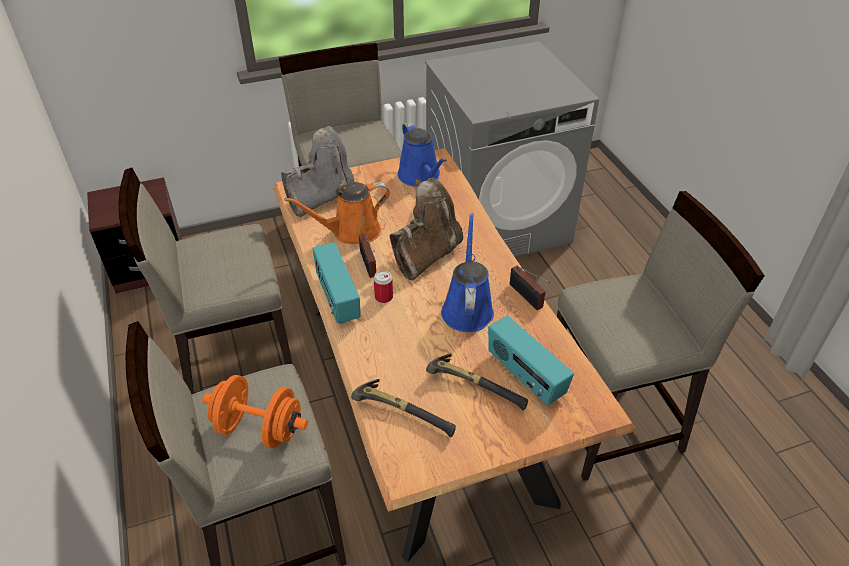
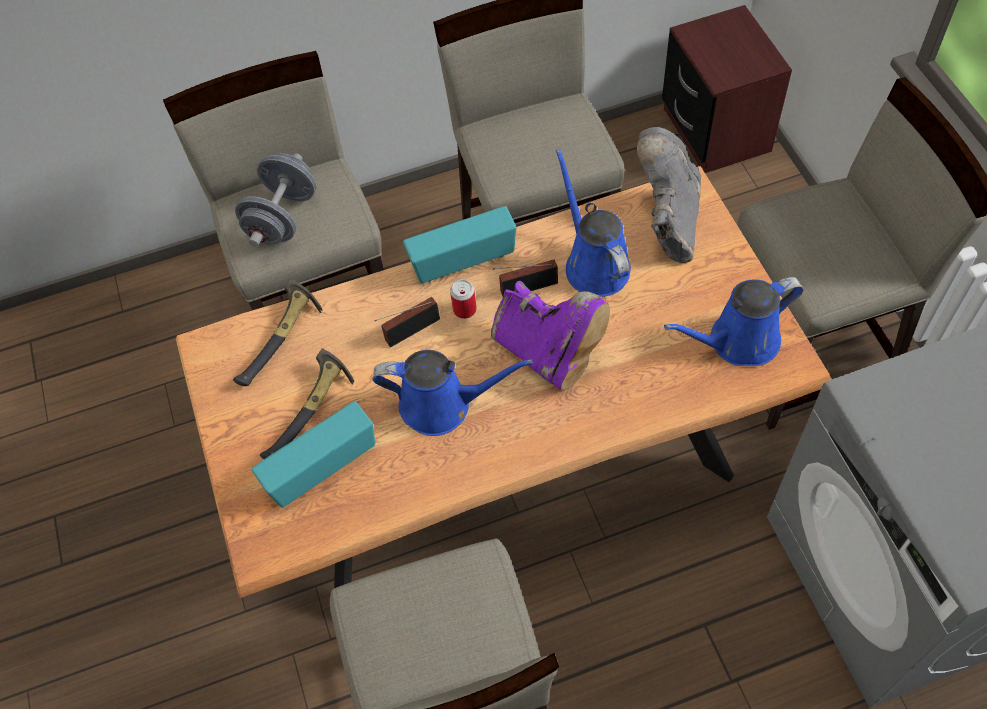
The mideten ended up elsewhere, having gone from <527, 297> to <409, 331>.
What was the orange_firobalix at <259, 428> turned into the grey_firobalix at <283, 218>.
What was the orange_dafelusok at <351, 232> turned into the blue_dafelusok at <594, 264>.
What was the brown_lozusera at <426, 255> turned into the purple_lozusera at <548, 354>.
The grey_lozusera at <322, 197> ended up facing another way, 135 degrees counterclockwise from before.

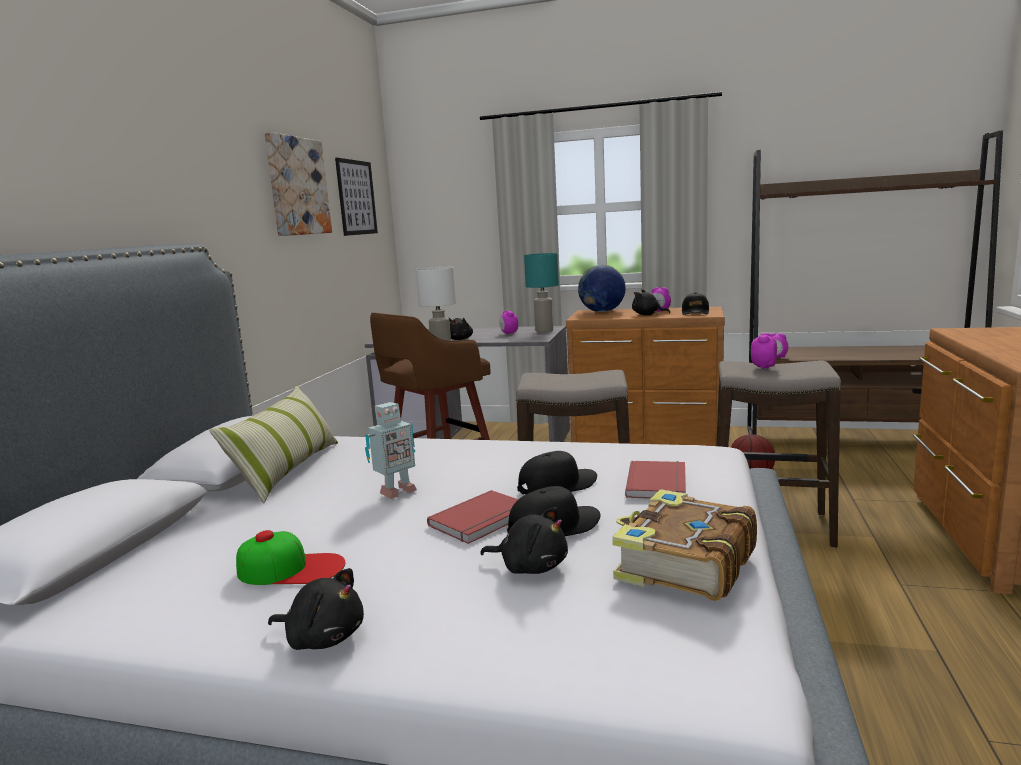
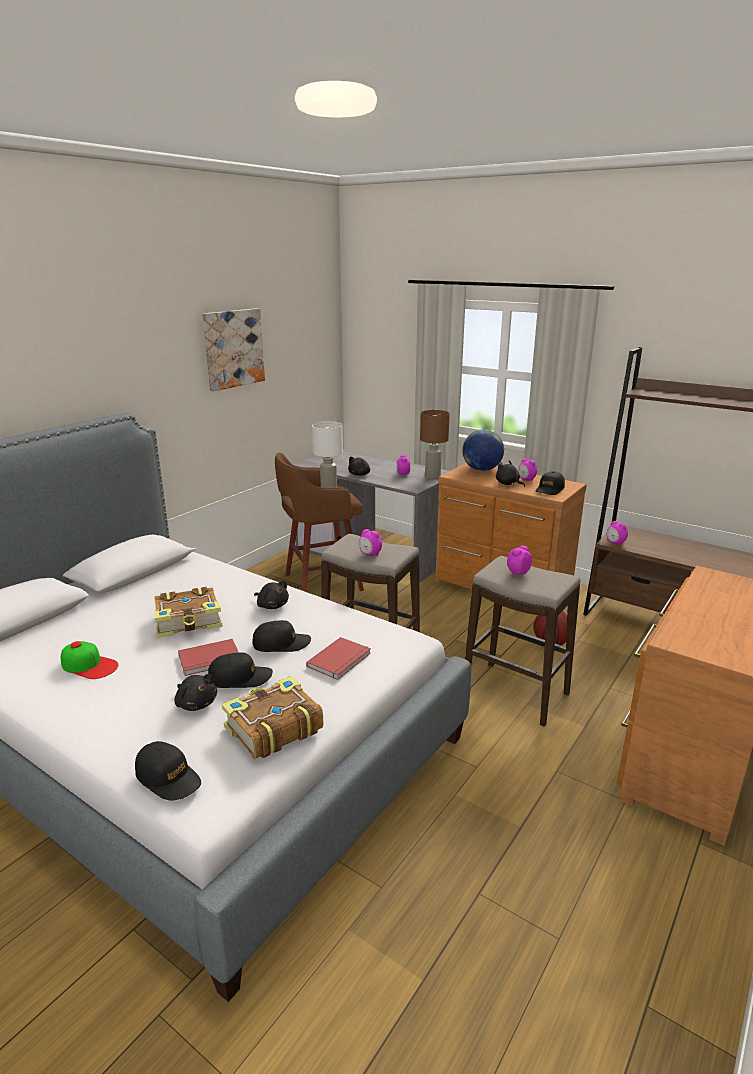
The second view lost the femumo at <288, 470>.
The second view lost the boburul at <356, 197>.
The second view gained the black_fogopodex at <168, 778>.
The second view gained the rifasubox at <370, 554>.
The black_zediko ended up elsewhere, having gone from <323, 638> to <272, 605>.
Where the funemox stood at <395, 492>, the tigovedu came to stand at <189, 621>.
What was the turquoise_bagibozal at <544, 330> turned into the brown_bagibozal at <433, 476>.

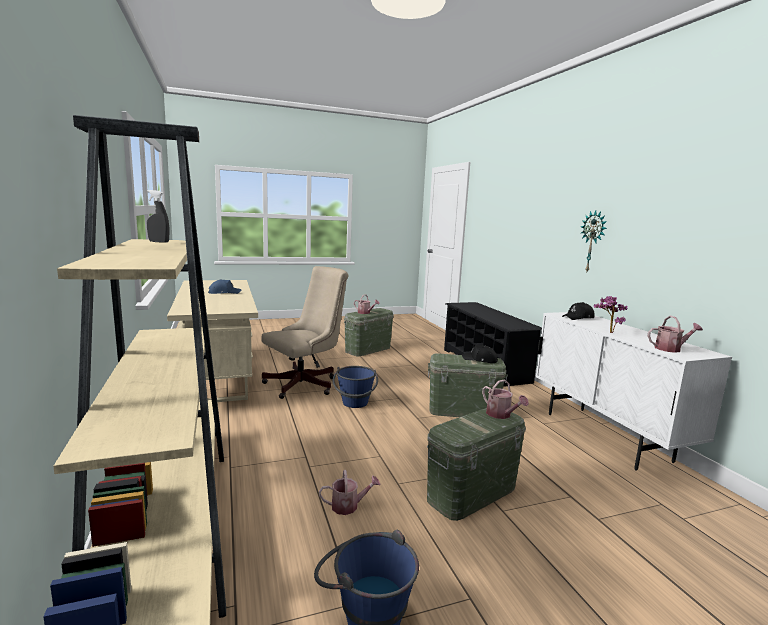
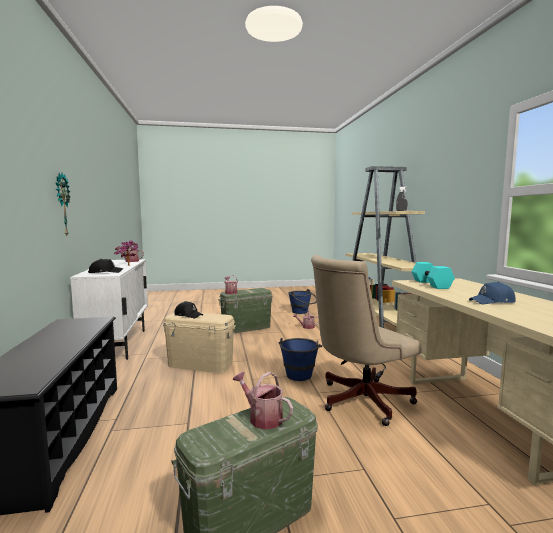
The second view gained the turquoise_firobalix at <430, 284>.
What was the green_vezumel at <463, 411> turned into the beige_vezumel at <200, 364>.

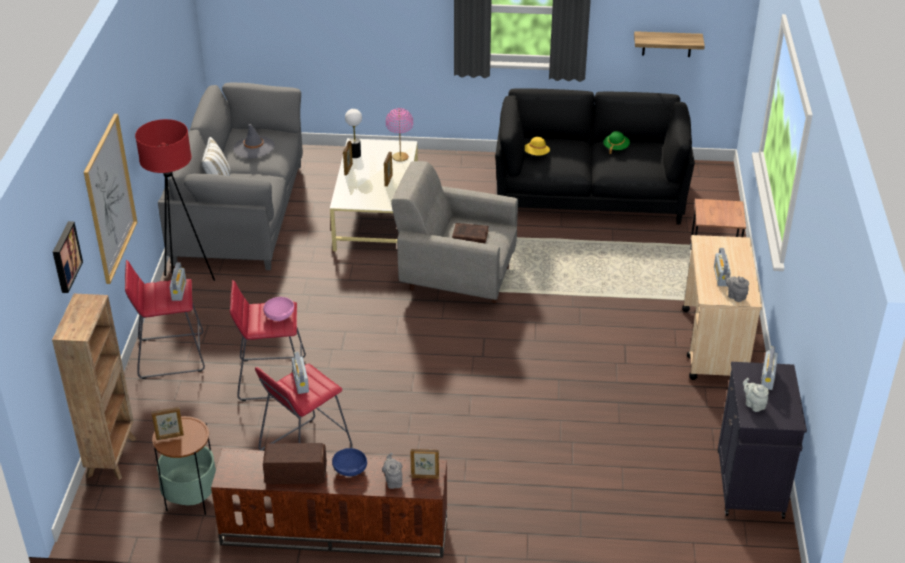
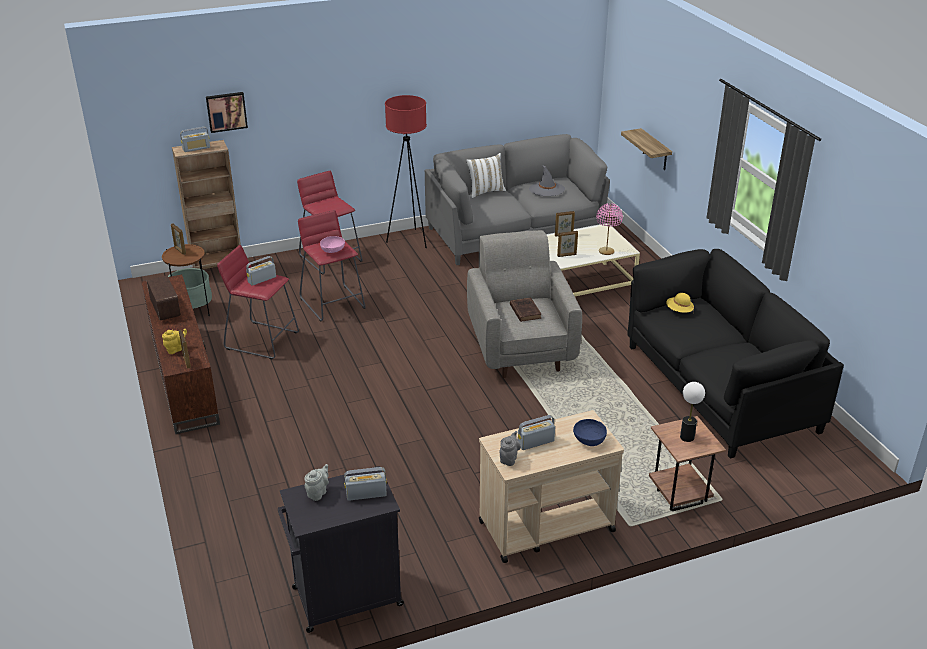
The second view lost the boburul at <110, 198>.
The second view lost the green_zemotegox at <616, 147>.
The mideten ended up elsewhere, having gone from <179, 291> to <196, 148>.
The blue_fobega ended up elsewhere, having gone from <349, 470> to <589, 440>.
The bagibozal ended up elsewhere, having gone from <355, 155> to <687, 437>.
The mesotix ended up elsewhere, having gone from <667, 44> to <655, 150>.
What was the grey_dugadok at <393, 481> turned into the yellow_dugadok at <176, 349>.

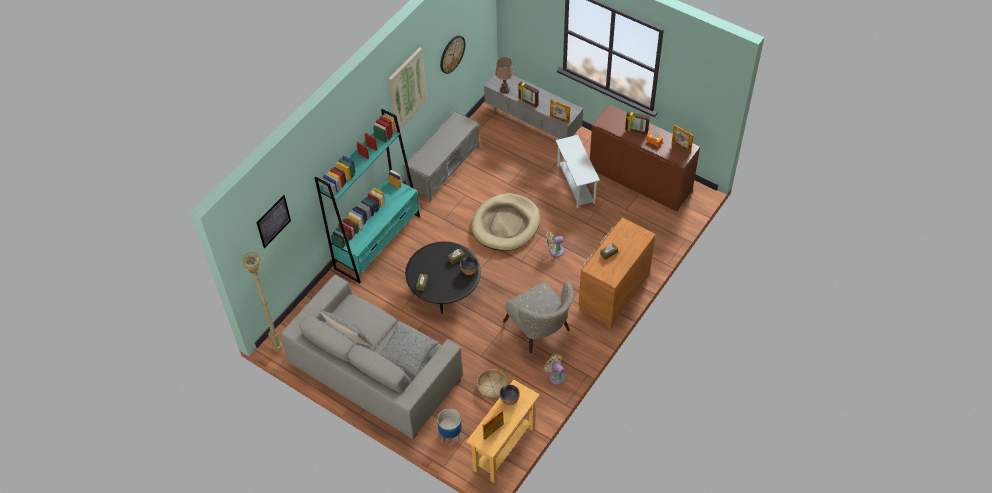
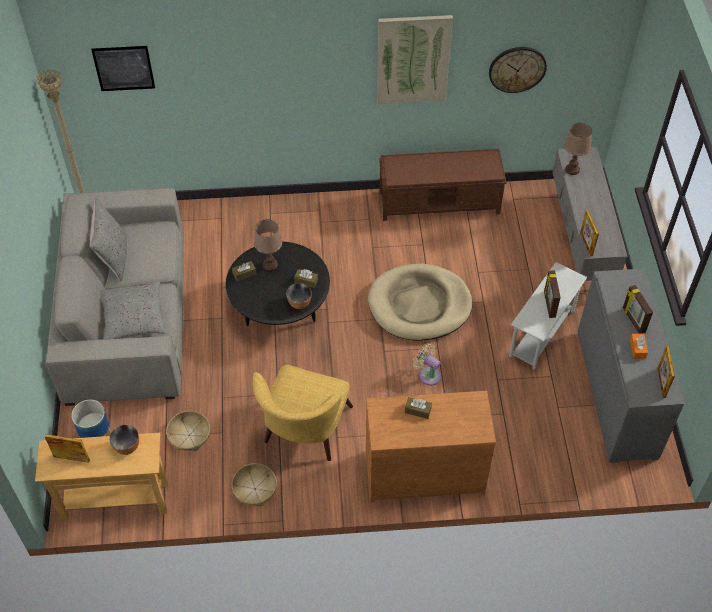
The second view lost the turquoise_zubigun at <378, 242>.
The second view gained the brown_bagibozal at <270, 265>.
The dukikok ended up elsewhere, having gone from <528, 102> to <549, 304>.
Where the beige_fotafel stood at <556, 376>, the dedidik came to stand at <254, 489>.
What was the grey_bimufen at <443, 167> turned into the brown_bimufen at <440, 202>.
What was the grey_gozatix at <540, 331> turned into the yellow_gozatix at <304, 432>.
What was the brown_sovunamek at <640, 180> turned into the grey_sovunamek at <616, 393>.

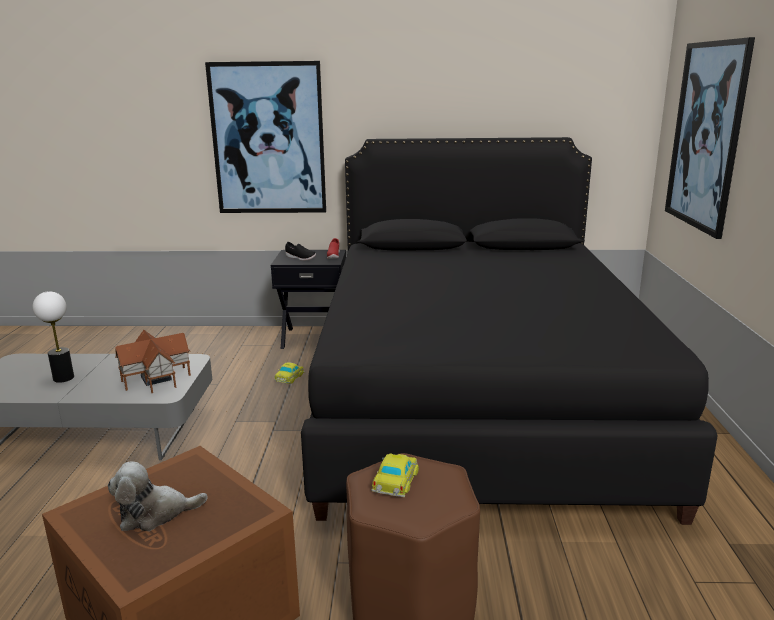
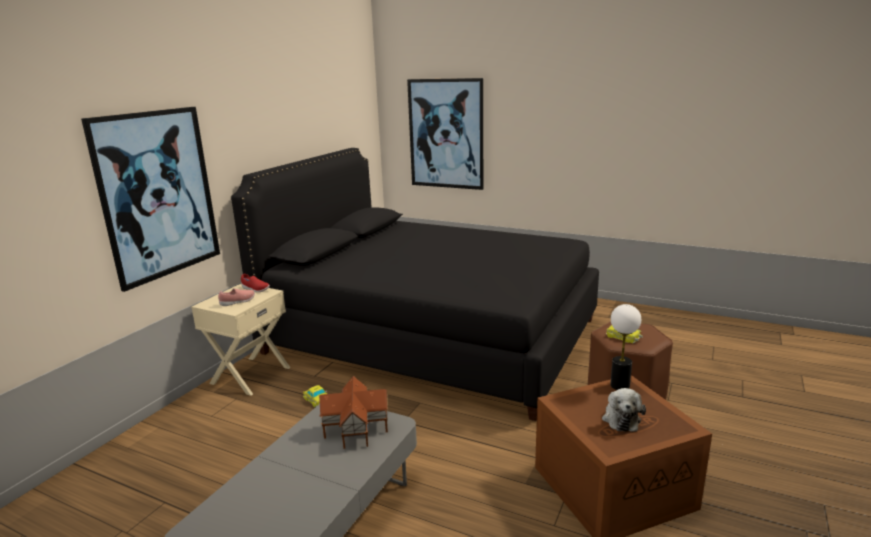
The bagibozal ended up elsewhere, having gone from <64, 378> to <619, 385>.
What was the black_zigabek at <314, 338> turned into the beige_zigabek at <249, 375>.
What was the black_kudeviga at <300, 258> turned into the pink_kudeviga at <238, 302>.

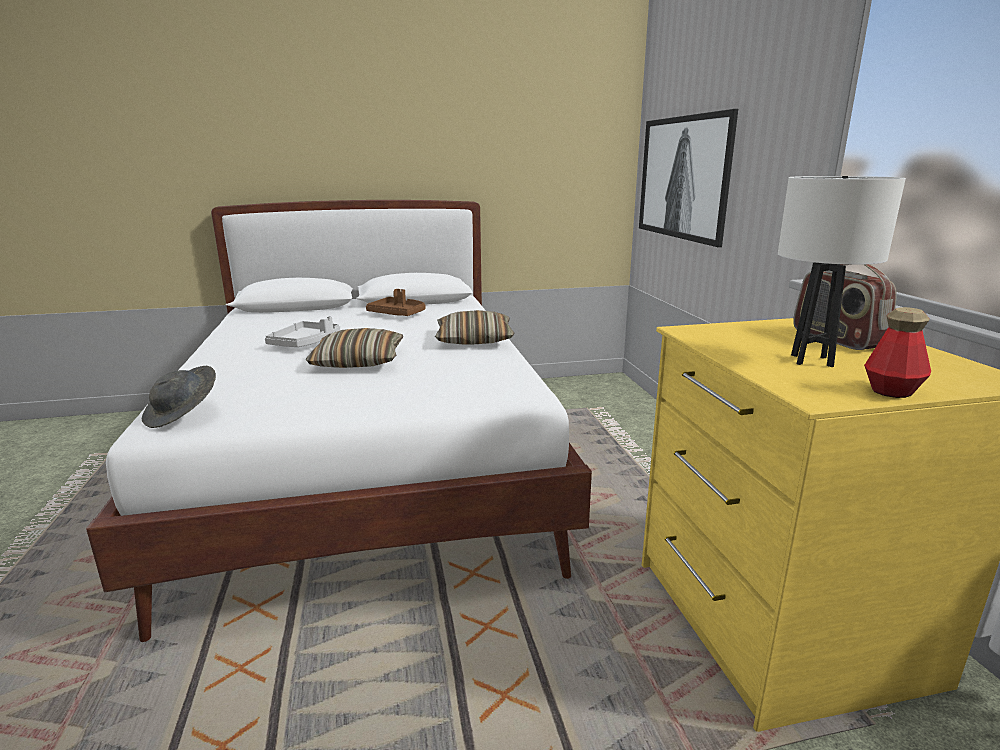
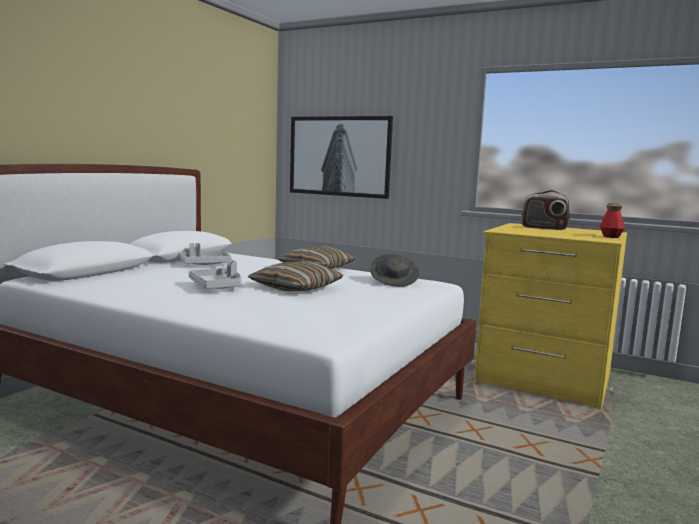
The second view lost the white_bagibozal at <811, 360>.
The grey_zemotegox ended up elsewhere, having gone from <183, 414> to <394, 282>.
What was the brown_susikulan at <398, 314> turned into the grey_susikulan at <205, 264>.

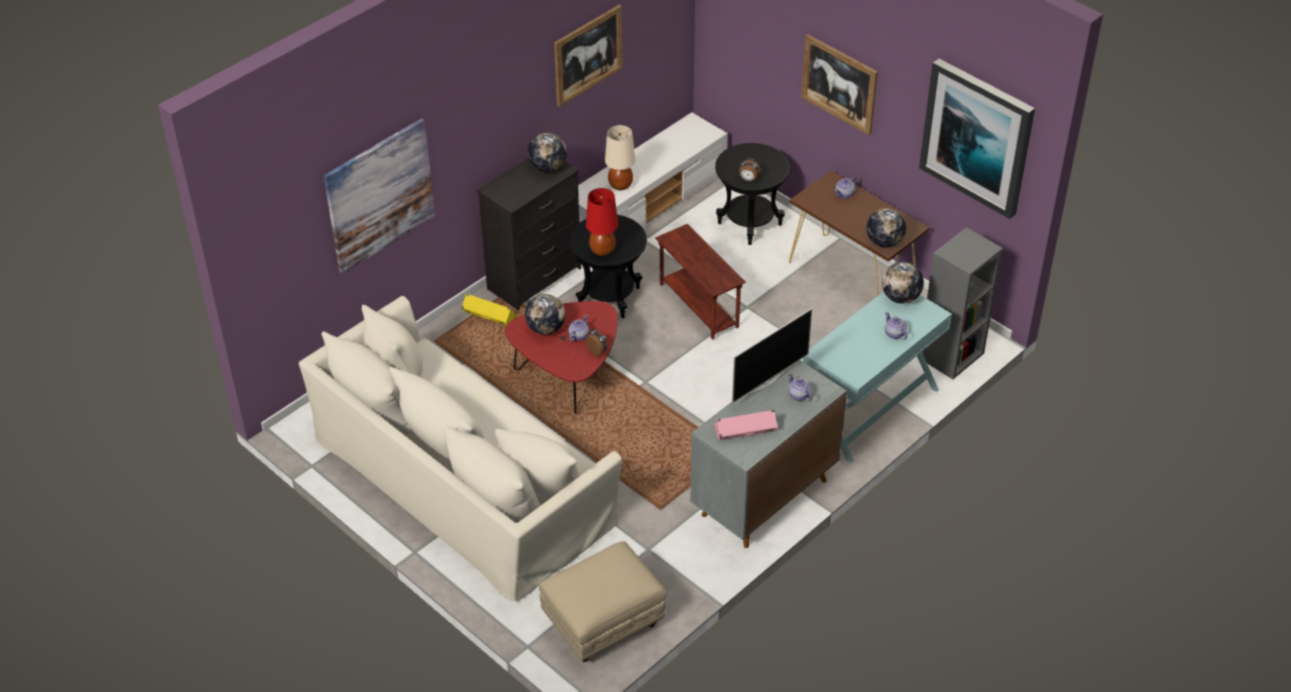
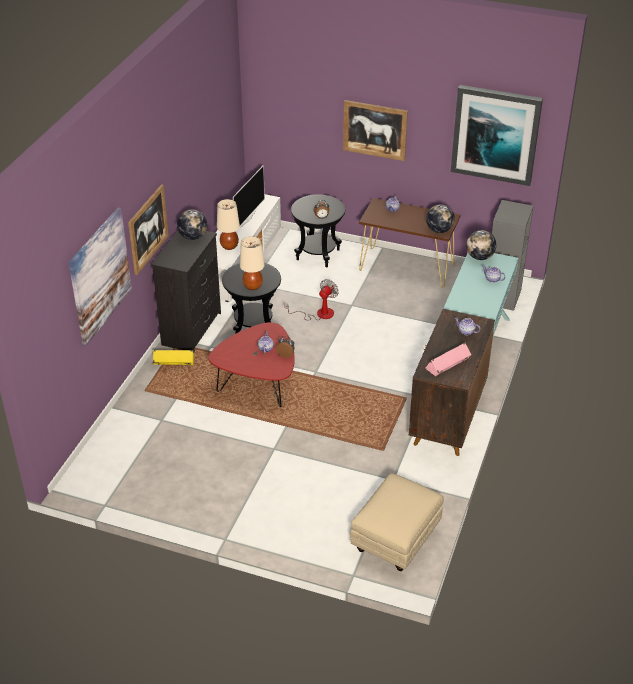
The second view lost the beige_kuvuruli at <463, 477>.
The second view lost the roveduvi at <545, 328>.
The boburul ended up elsewhere, having gone from <588, 55> to <148, 229>.
The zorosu ended up elsewhere, having gone from <767, 382> to <247, 218>.
Where the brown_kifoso stood at <698, 306>, the fotafel came to stand at <318, 314>.
What was the red_bagibozal at <602, 250> turned into the beige_bagibozal at <253, 286>.
What was the grey_sovunamek at <763, 498> turned into the brown_sovunamek at <447, 420>.

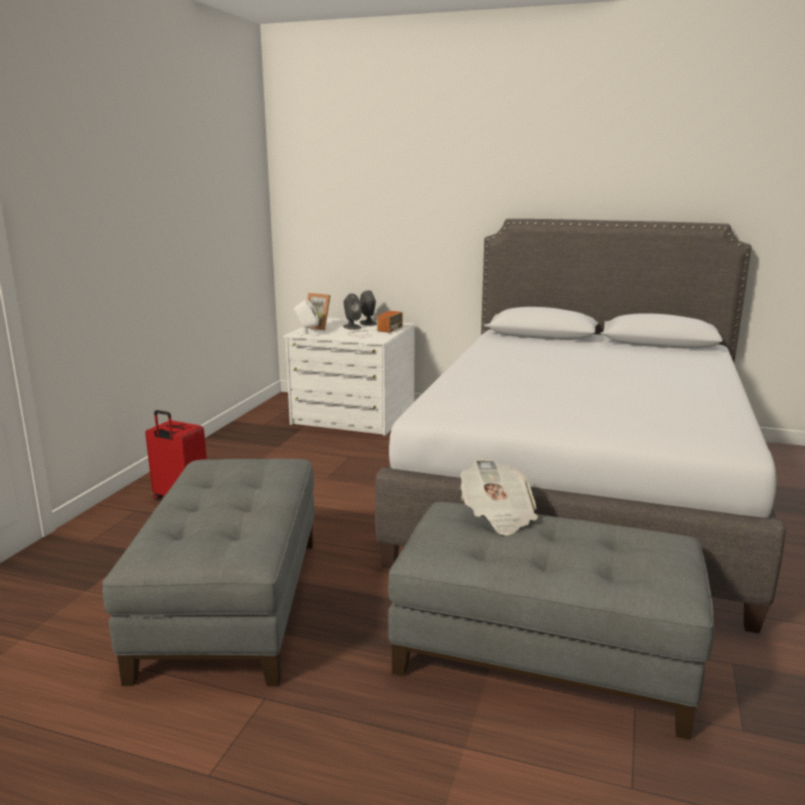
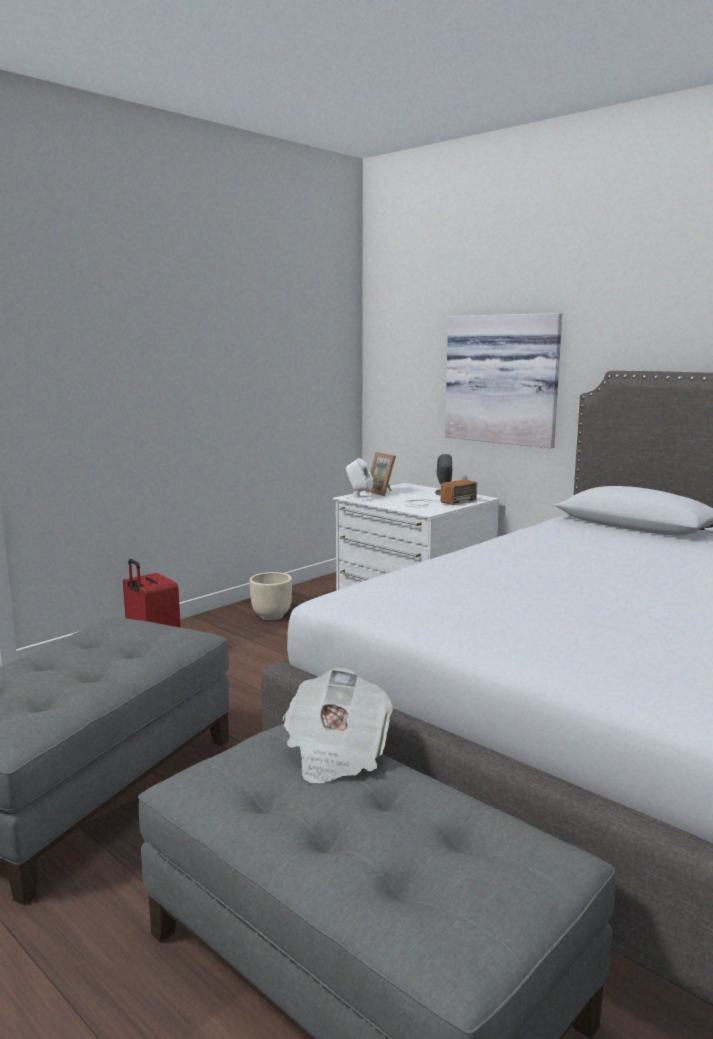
The second view lost the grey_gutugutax at <352, 327>.
The second view gained the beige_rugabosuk at <272, 616>.
The second view gained the boburul at <503, 379>.

